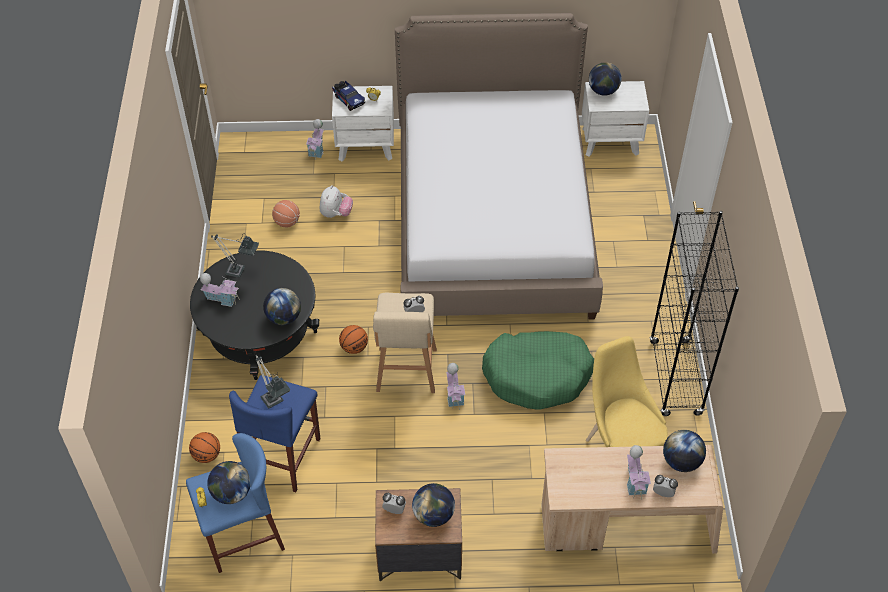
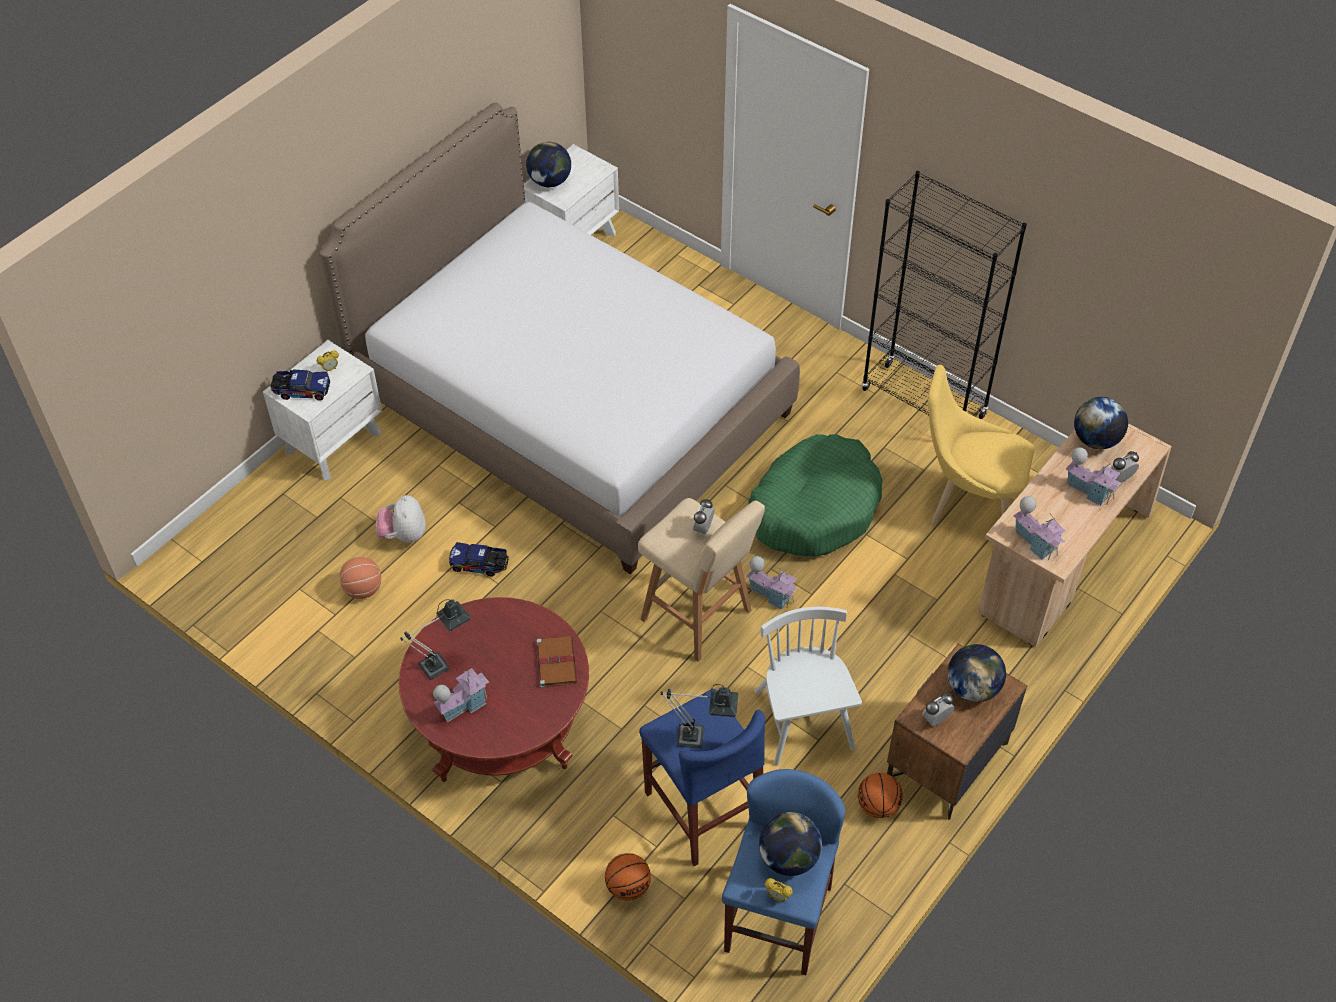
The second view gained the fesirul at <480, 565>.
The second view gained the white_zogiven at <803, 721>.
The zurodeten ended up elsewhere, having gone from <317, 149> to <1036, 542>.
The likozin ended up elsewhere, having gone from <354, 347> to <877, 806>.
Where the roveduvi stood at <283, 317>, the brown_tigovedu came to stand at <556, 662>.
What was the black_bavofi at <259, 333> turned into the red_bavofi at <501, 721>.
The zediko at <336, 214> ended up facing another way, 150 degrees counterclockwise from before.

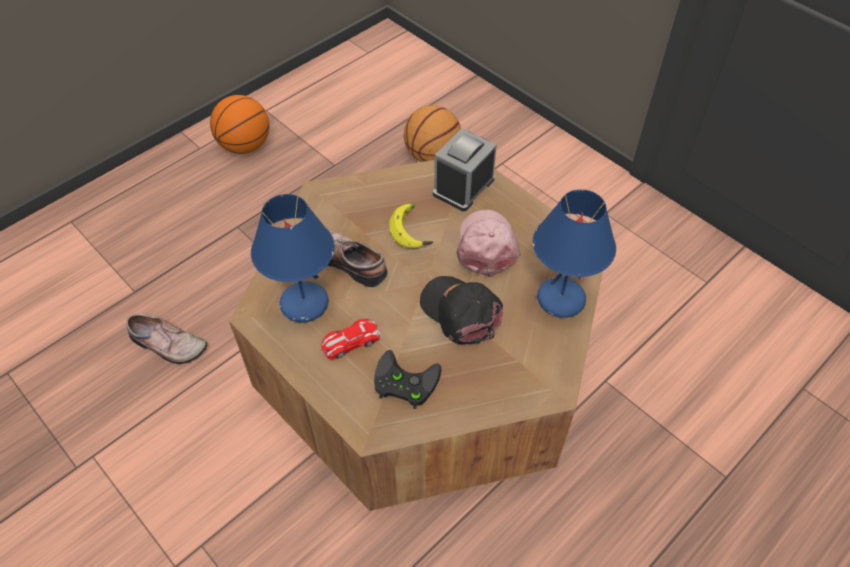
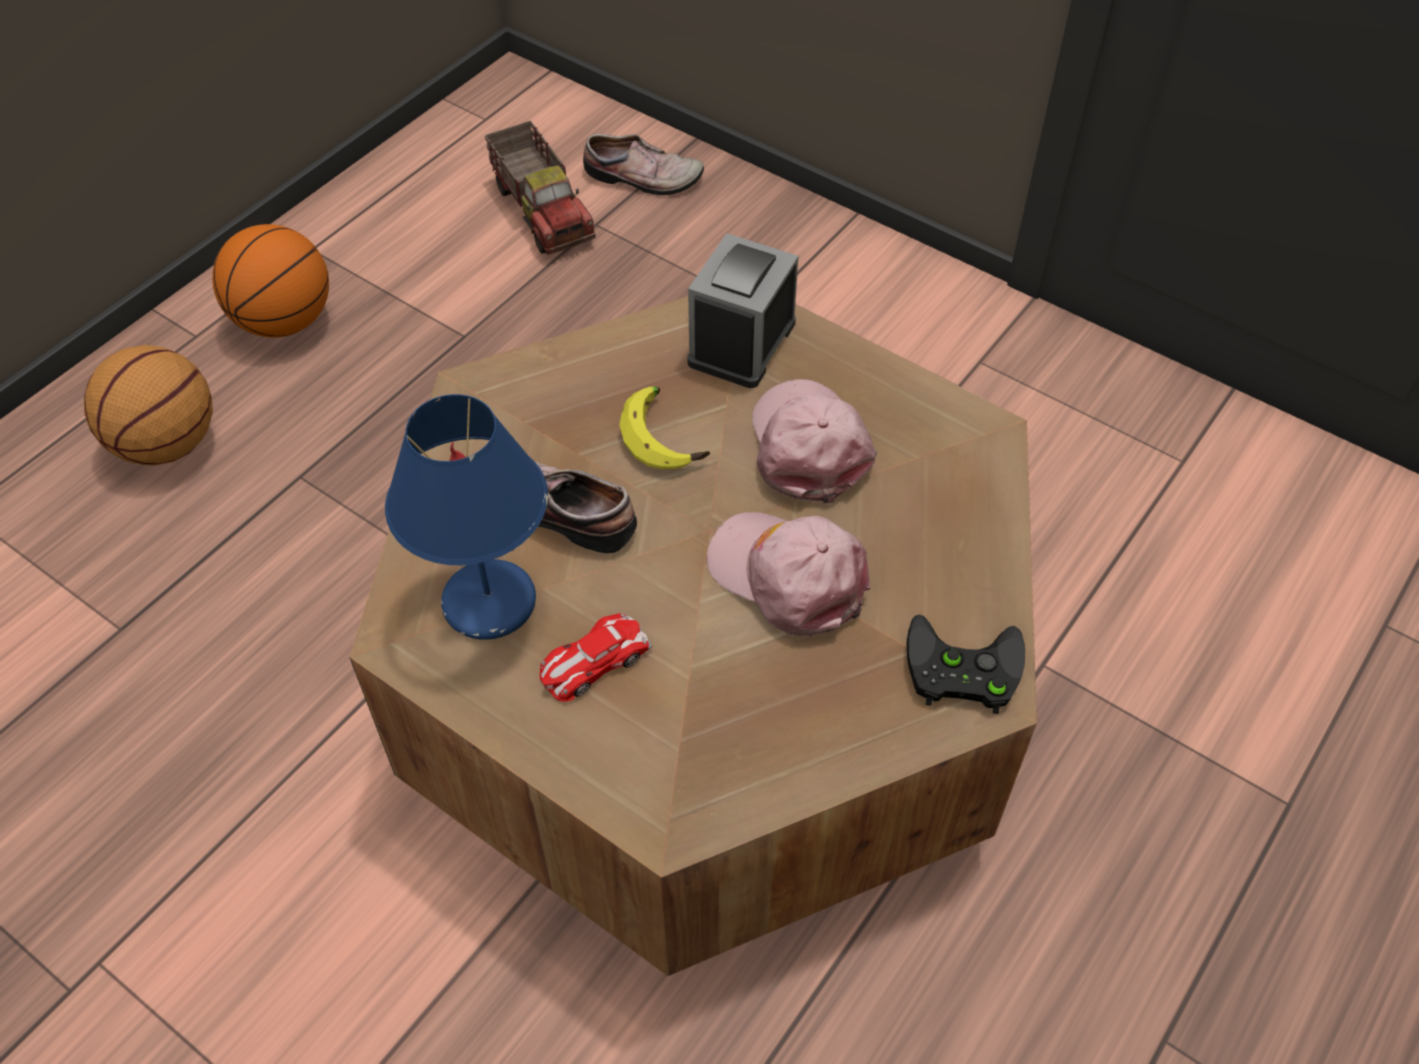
The second view lost the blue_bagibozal at <561, 298>.
The second view gained the fesirul at <543, 211>.
The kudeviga ended up elsewhere, having gone from <167, 345> to <642, 179>.
The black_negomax ended up elsewhere, having gone from <403, 383> to <959, 670>.
The likozin ended up elsewhere, having gone from <432, 156> to <167, 445>.
What was the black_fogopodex at <460, 312> turned into the pink_fogopodex at <788, 576>.

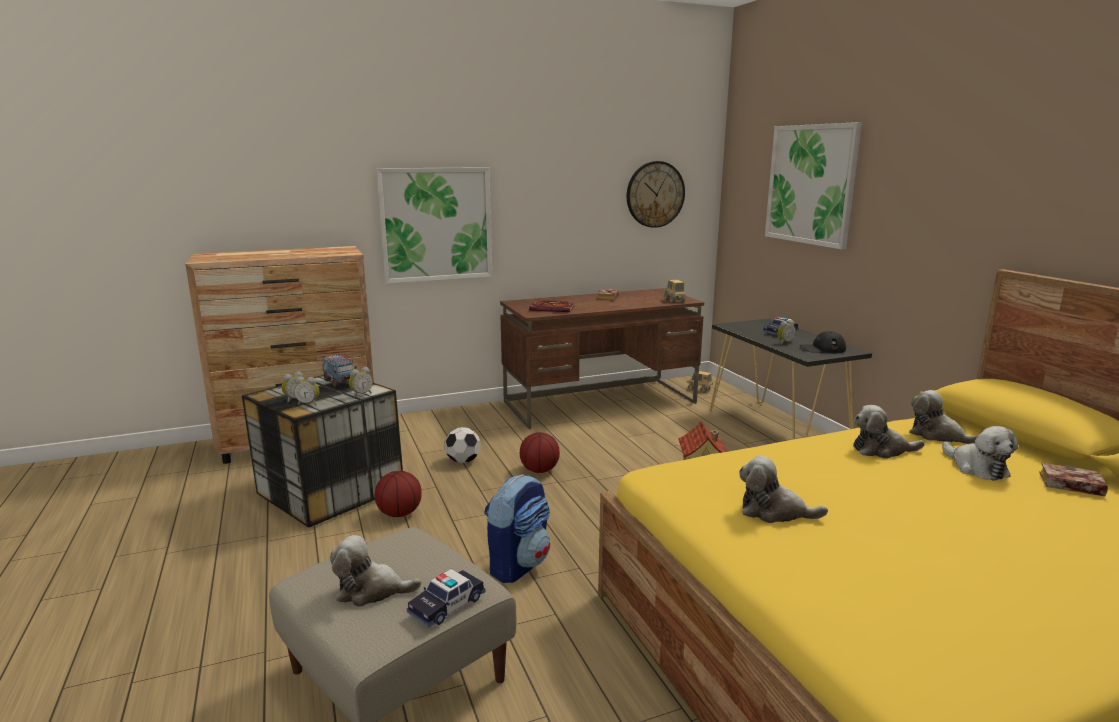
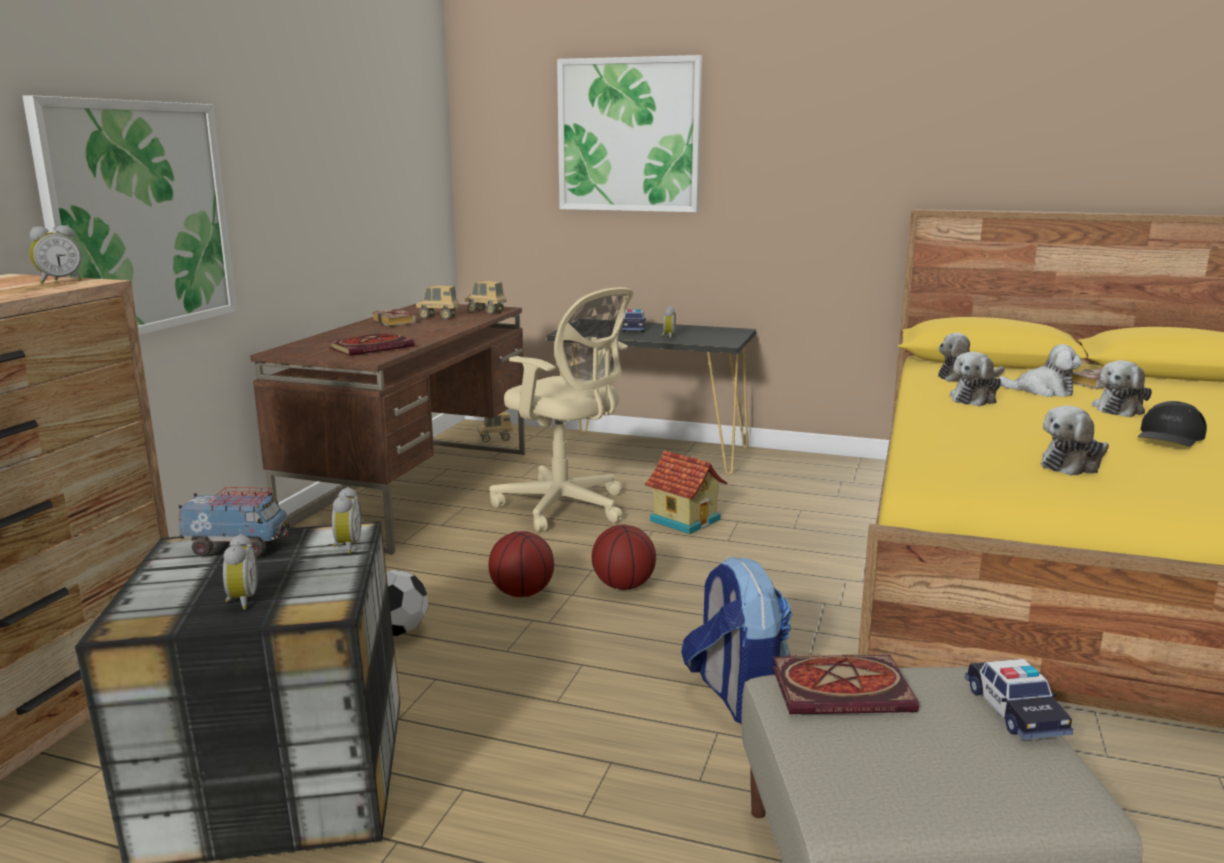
The second view lost the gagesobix at <655, 194>.
The second view gained the fesirul at <438, 317>.
The second view gained the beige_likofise at <566, 507>.
The second view gained the tigovedu at <844, 689>.
The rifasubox ended up elsewhere, having gone from <308, 404> to <59, 281>.
The zediko ended up elsewhere, having gone from <371, 590> to <1119, 409>.
The likozin ended up elsewhere, having gone from <400, 514> to <624, 585>.
The black_fogopodex ended up elsewhere, having gone from <822, 349> to <1170, 436>.

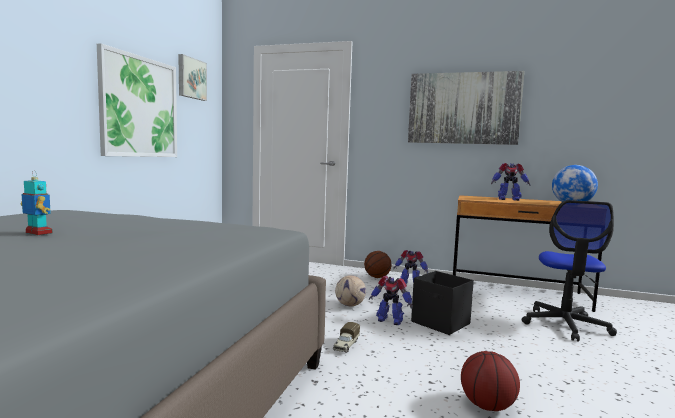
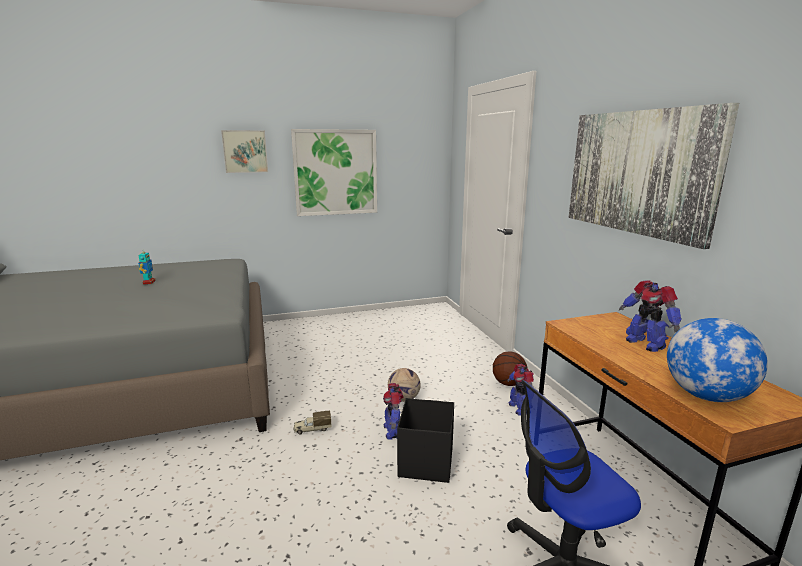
The second view lost the likozin at <486, 405>.
The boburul ended up elsewhere, having gone from <191, 78> to <245, 151>.

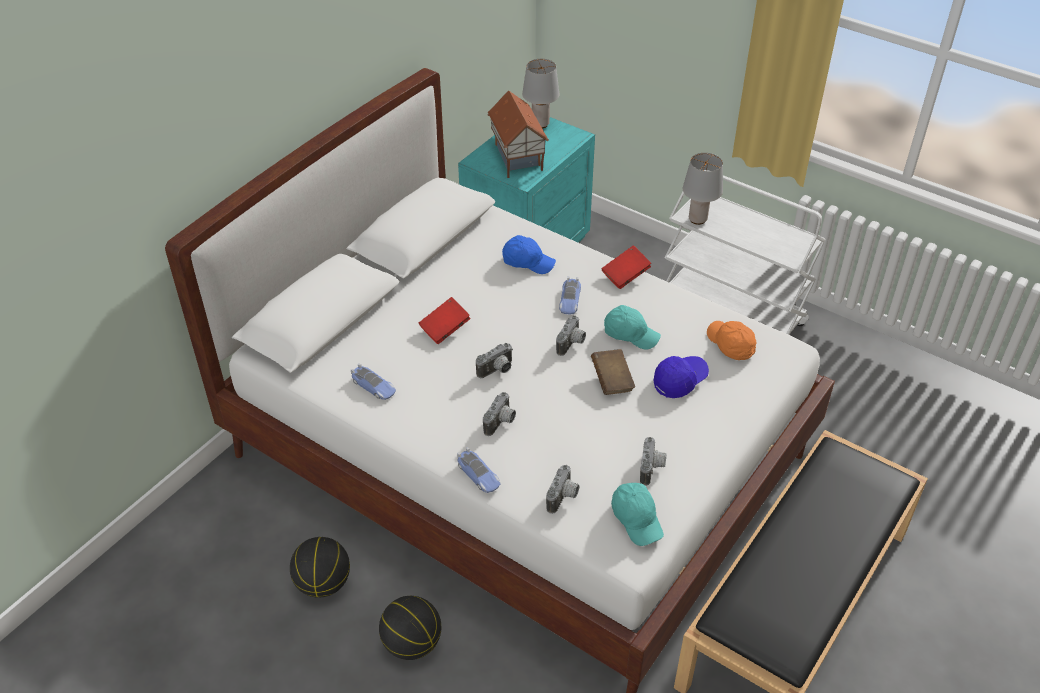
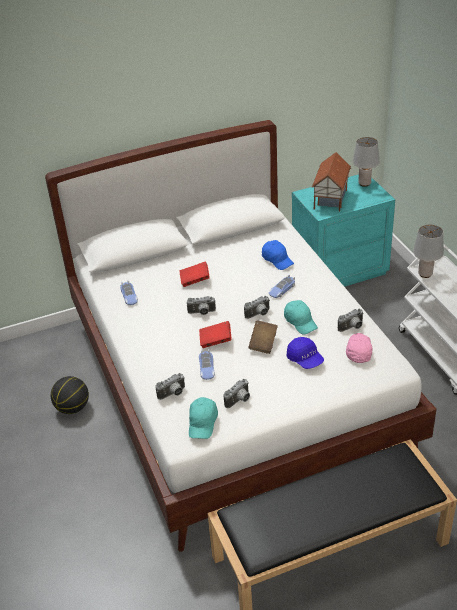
The second view lost the likozin at <412, 643>.
The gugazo ended up elsewhere, having gone from <478, 475> to <206, 368>.
The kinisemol ended up elsewhere, having gone from <501, 423> to <352, 327>.
The red_tigovedu ended up elsewhere, having gone from <625, 276> to <215, 341>.
What was the orange_fogopodex at <730, 345> turned into the pink_fogopodex at <358, 351>.
The blue_fogopodex at <680, 381> ended up facing another way, 60 degrees clockwise from before.

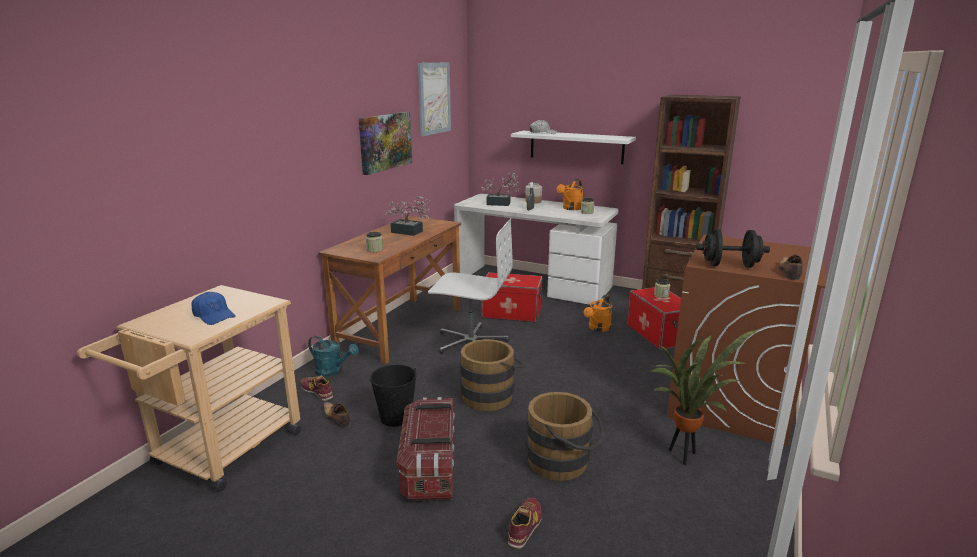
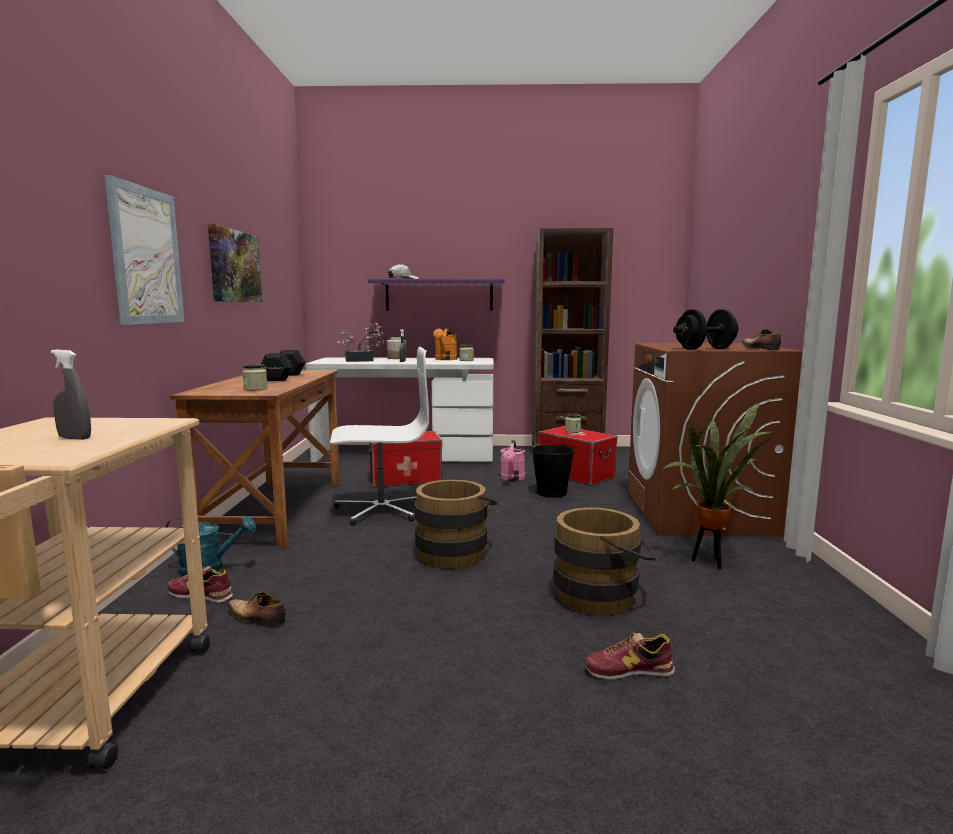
The second view lost the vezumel at <430, 467>.
The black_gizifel ended up elsewhere, having gone from <396, 417> to <551, 493>.
The boburul ended up elsewhere, having gone from <434, 98> to <146, 256>.
Where the blue_fogopodex stood at <213, 315>, the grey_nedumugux came to stand at <74, 438>.
Where the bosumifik stood at <410, 232>, the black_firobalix came to stand at <283, 377>.
What was the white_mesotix at <576, 147> turned into the purple_mesotix at <439, 295>.
What was the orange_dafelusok at <598, 328> turned into the pink_dafelusok at <512, 478>.
The kudeviga at <525, 526> ended up facing another way, 90 degrees counterclockwise from before.

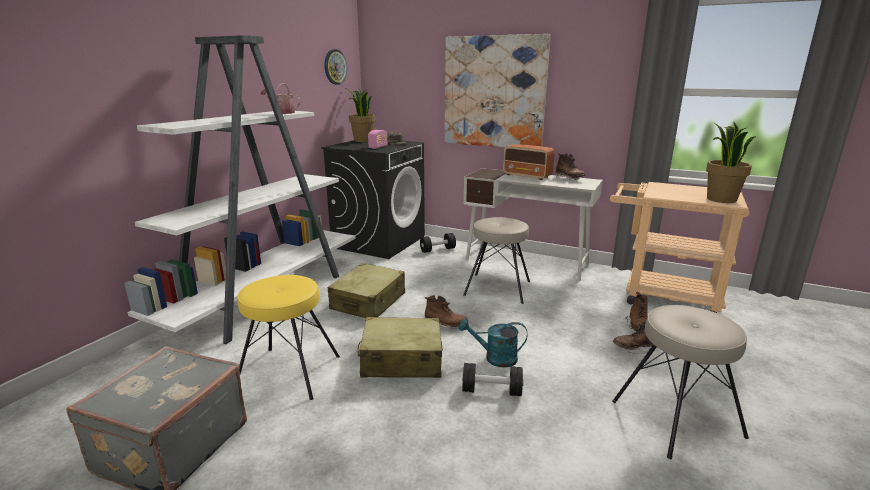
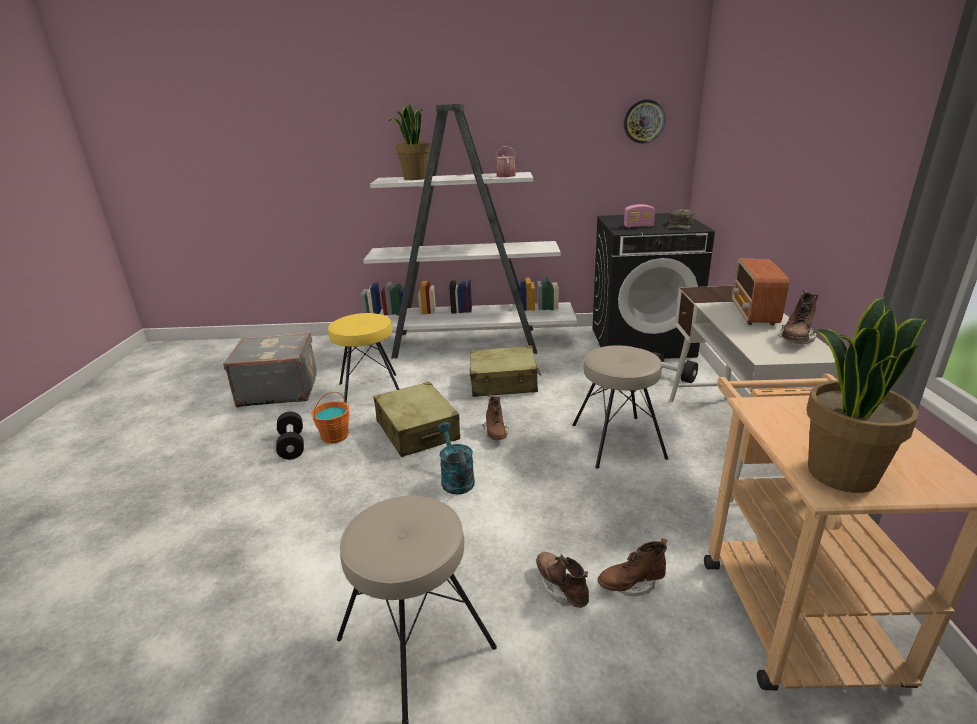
The second view lost the boburul at <494, 92>.
The second view gained the orange_gizifel at <335, 436>.
The bosumifik ended up elsewhere, having gone from <362, 140> to <415, 178>.
The black_firobalix ended up elsewhere, having gone from <491, 391> to <292, 445>.

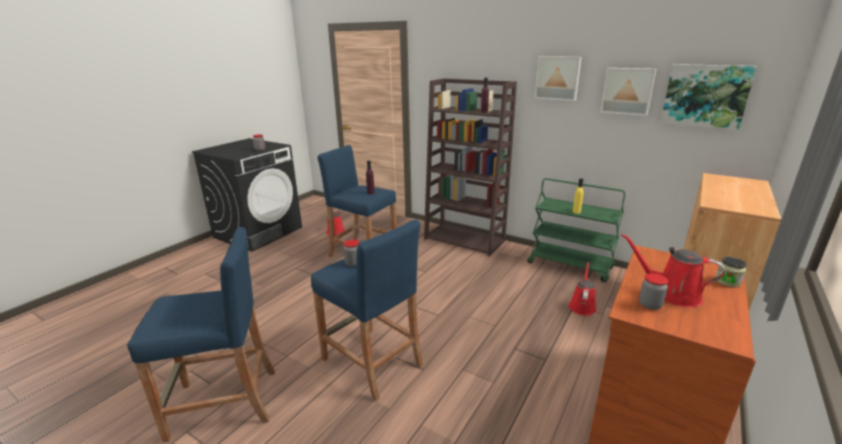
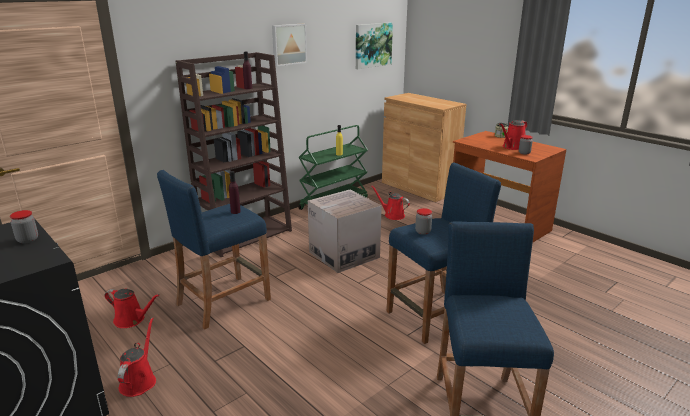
The second view lost the boburul at <627, 91>.
The second view gained the red_dafelusok at <139, 381>.
The second view gained the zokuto at <344, 254>.

